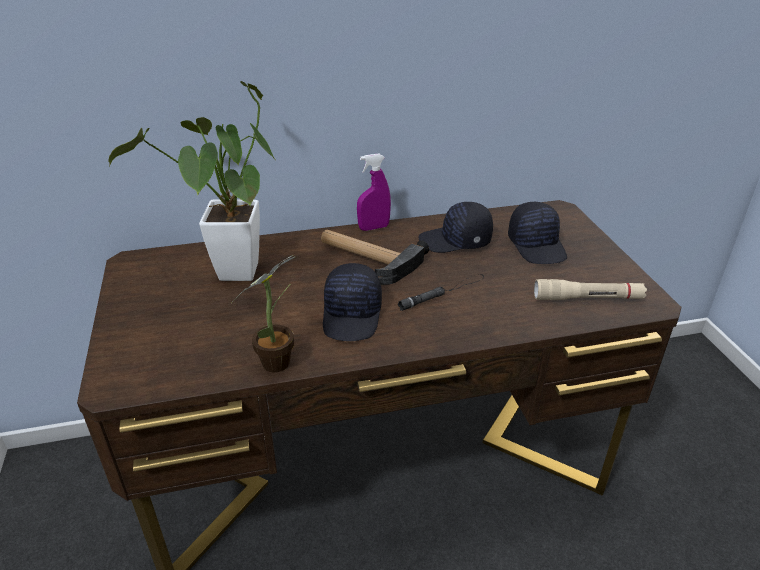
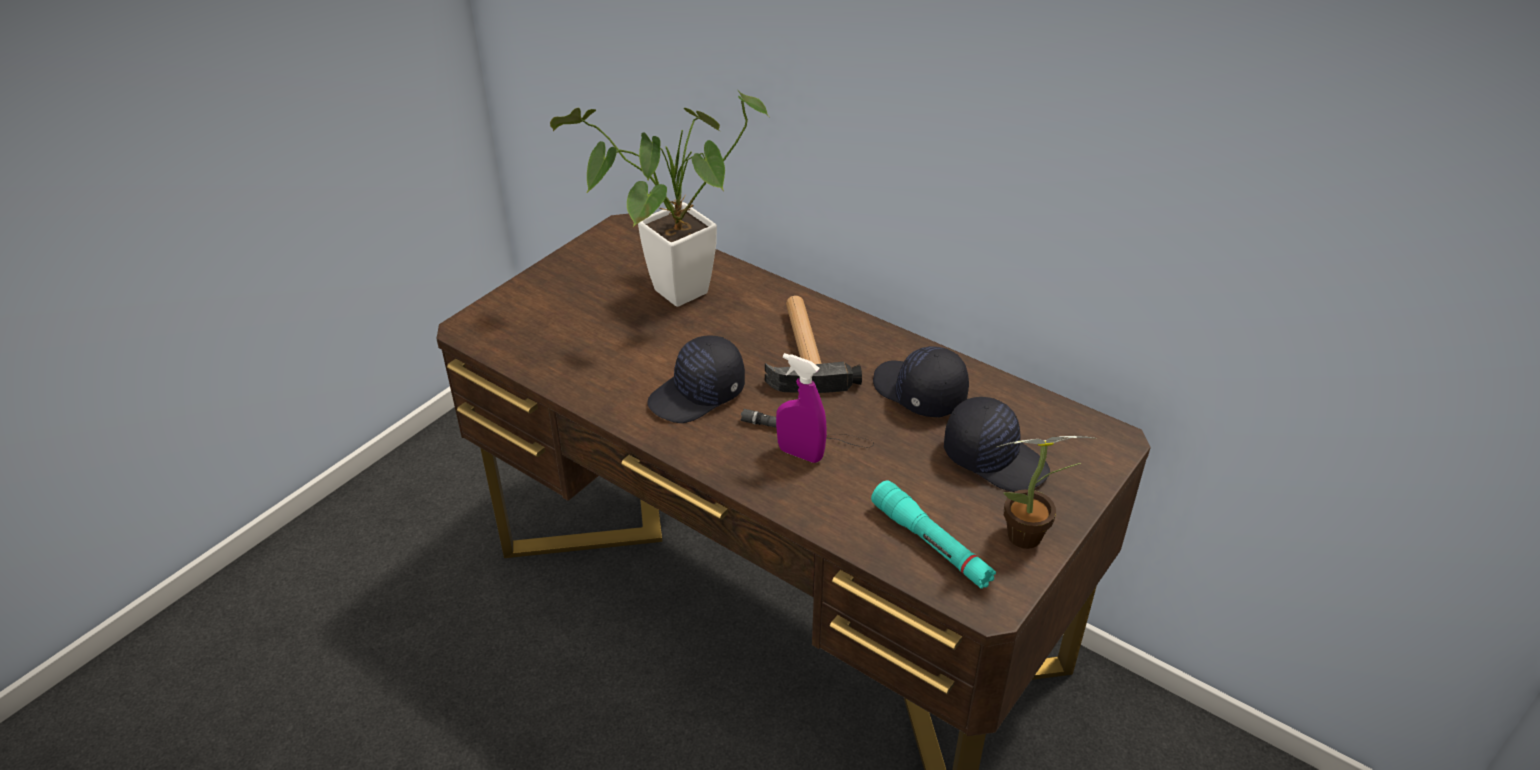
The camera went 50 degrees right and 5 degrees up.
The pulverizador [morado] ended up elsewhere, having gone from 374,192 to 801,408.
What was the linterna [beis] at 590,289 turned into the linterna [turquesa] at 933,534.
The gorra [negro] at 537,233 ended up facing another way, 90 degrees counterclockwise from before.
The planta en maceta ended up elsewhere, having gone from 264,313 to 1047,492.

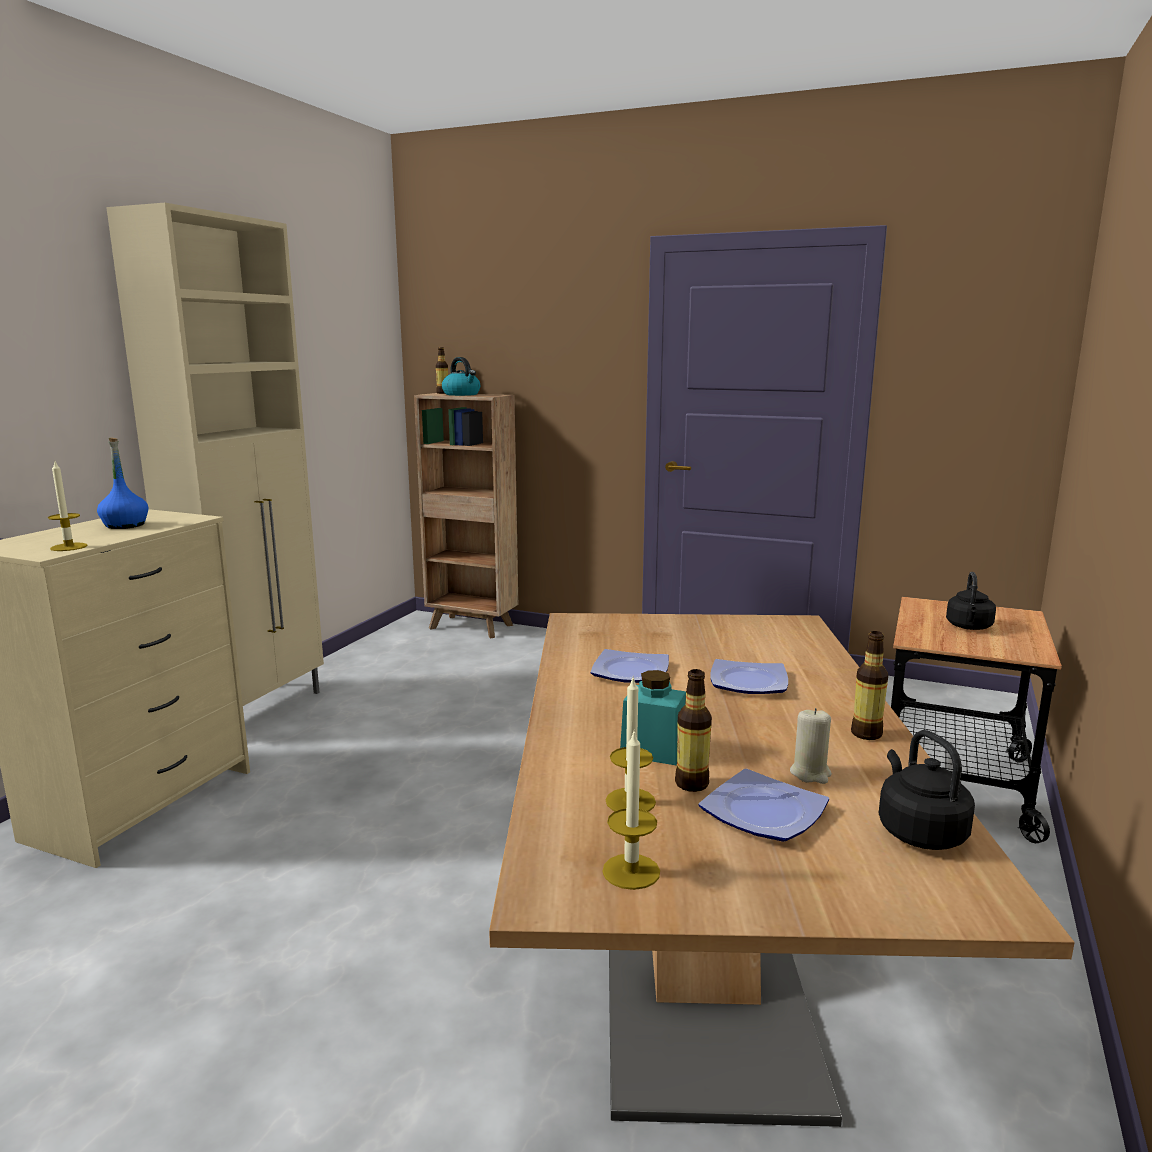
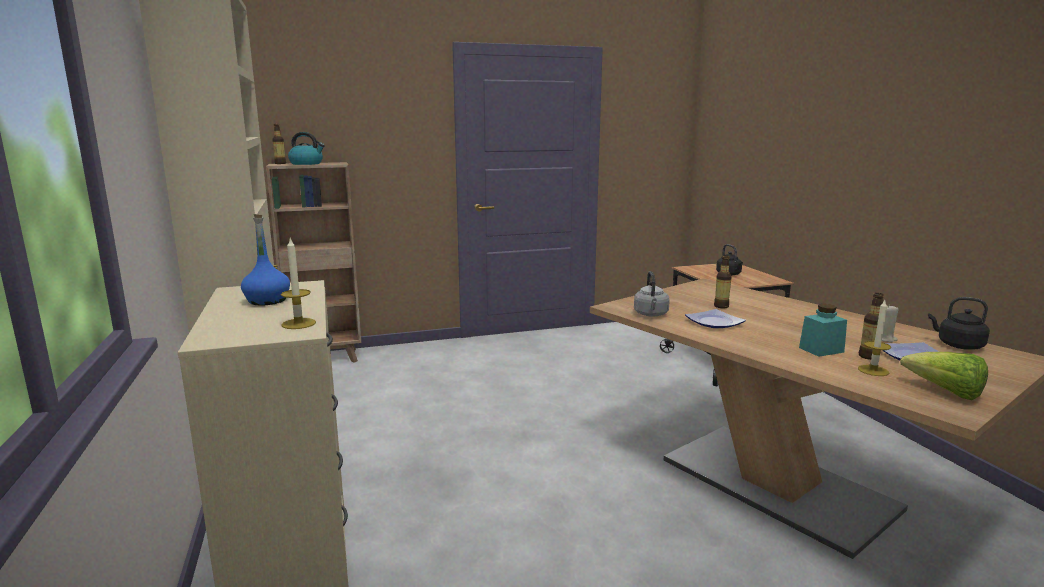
The camera went 40 degrees left and 0 degrees up.
The second view gained the hervidor [gris] at 652,294.
The botella ended up elsewhere, having gone from 869,685 to 723,281.
Where the vela stood at 631,810, the lechuga came to stand at 944,376.
The second view lost the plato at 749,676.

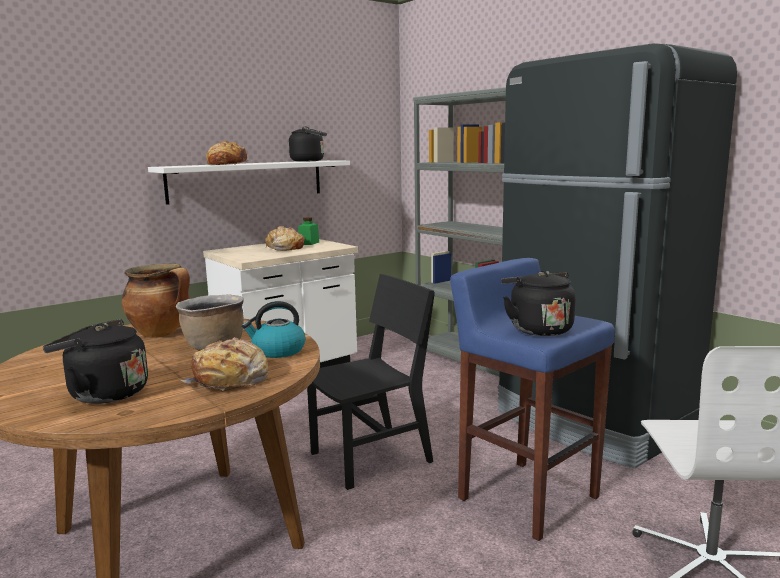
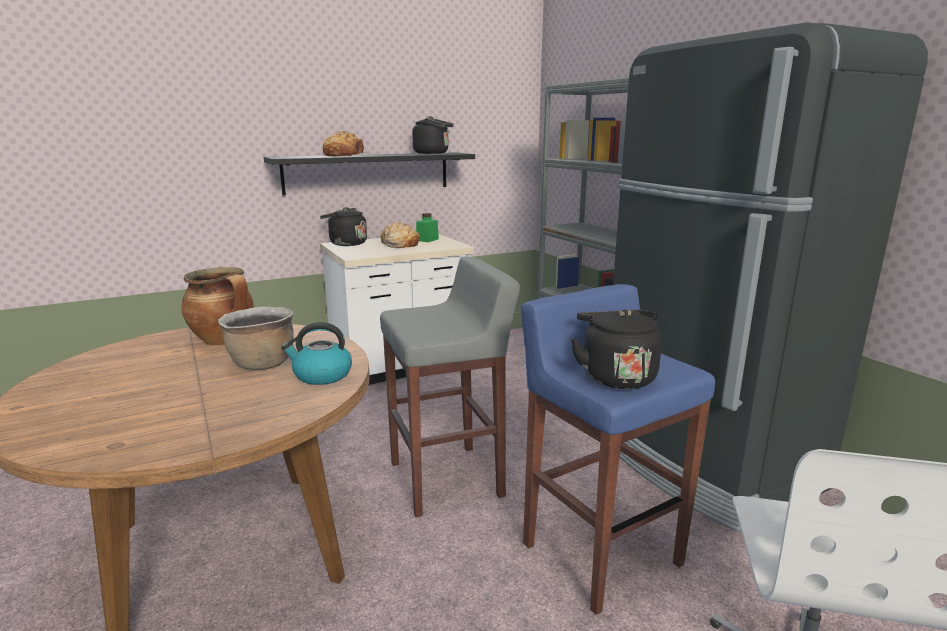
The camera went 10 degrees right and 5 degrees up.
What was the estante [blanco] at 249,182 turned into the estante [negro] at 369,173.
The hervidor [negro] ended up elsewhere, having gone from 95,361 to 343,226.
Where the silla [negro] stood at 371,382, the taburete [gris] came to stand at 450,387.
The second view lost the pan at 224,364.

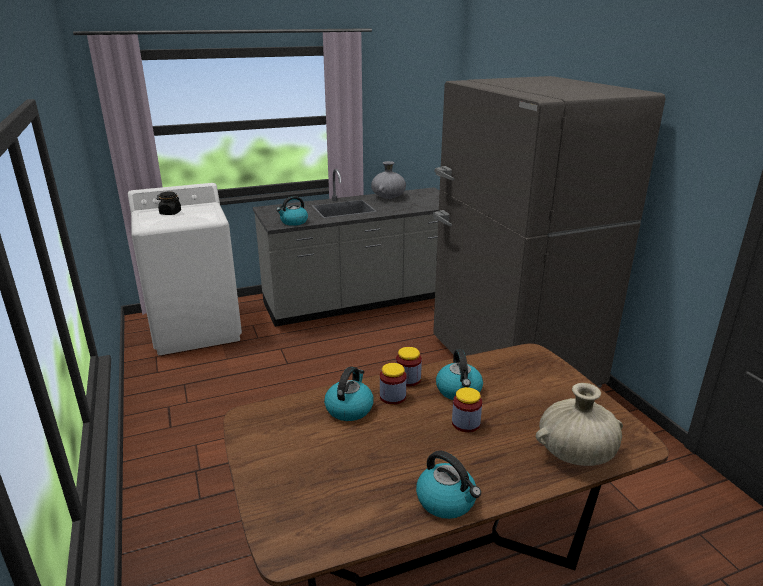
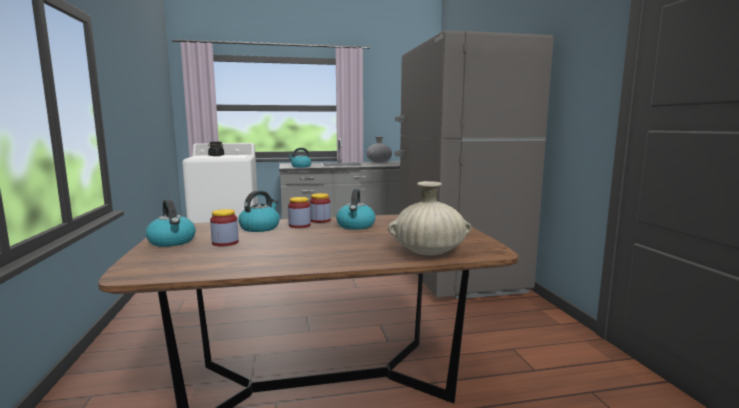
The camera went 10 degrees right and 15 degrees down.
The hervidor ended up elsewhere, having gone from 448,484 to 171,223.
The tarro ended up elsewhere, having gone from 467,409 to 224,227.

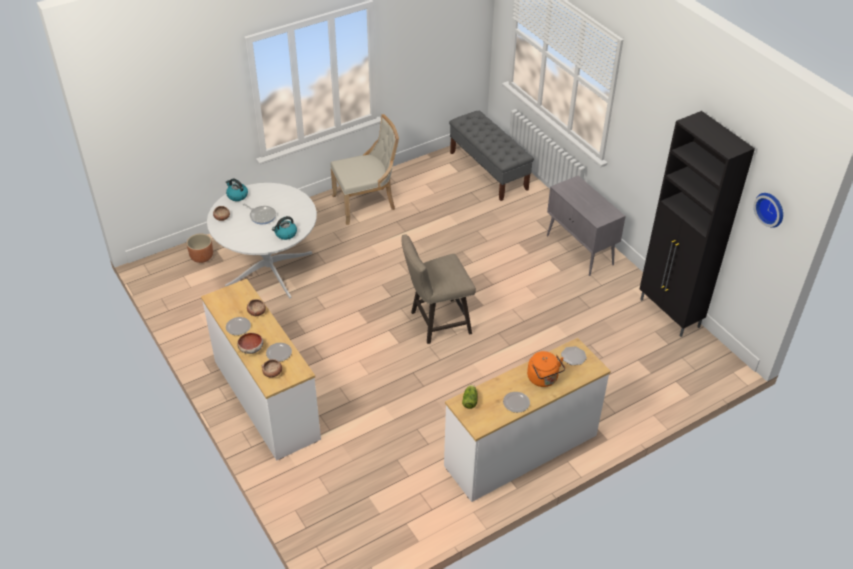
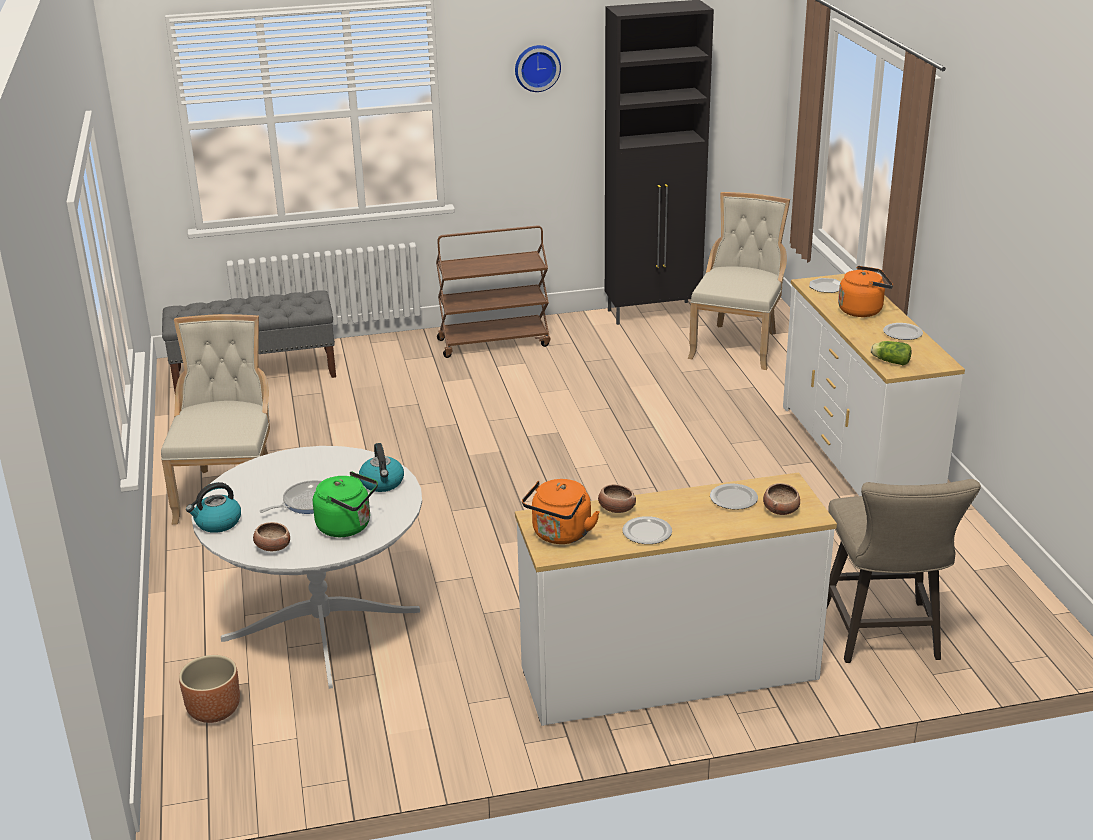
The camera went 70 degrees left and 15 degrees down.
The second view gained the hervidor [verde] at 345,504.
Where the armario [gris] stood at 586,226, the carrito [marrón] came to stand at 493,291.
The reloj de pared ended up elsewhere, having gone from 768,210 to 538,68.
The second view gained the hervidor [naranja] at 561,511.
The second view gained the silla [beis] at 739,281.
The taburete [beis] ended up elsewhere, having gone from 438,289 to 904,571.
The second view lost the cuenco at 250,343.

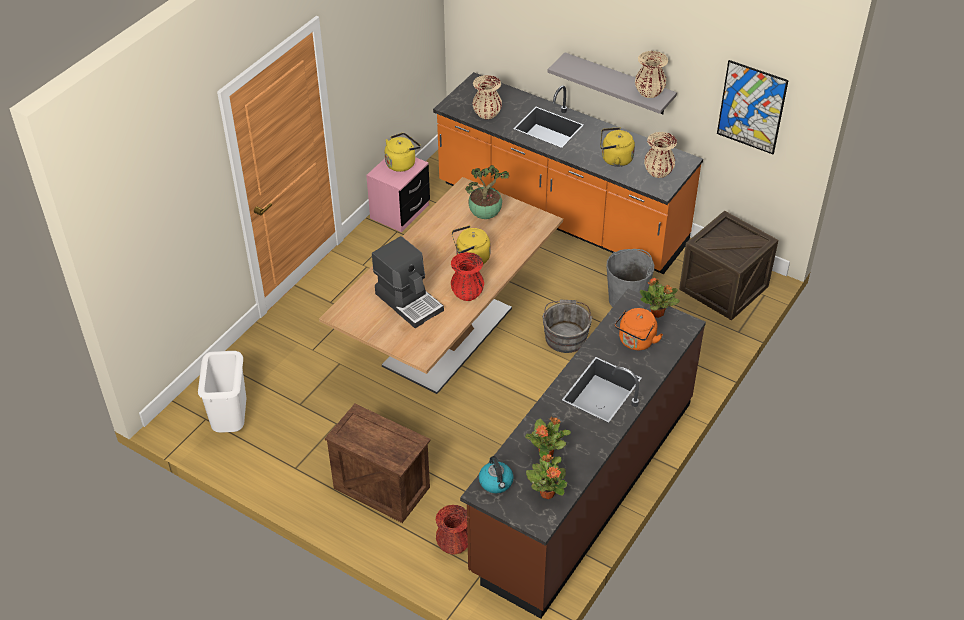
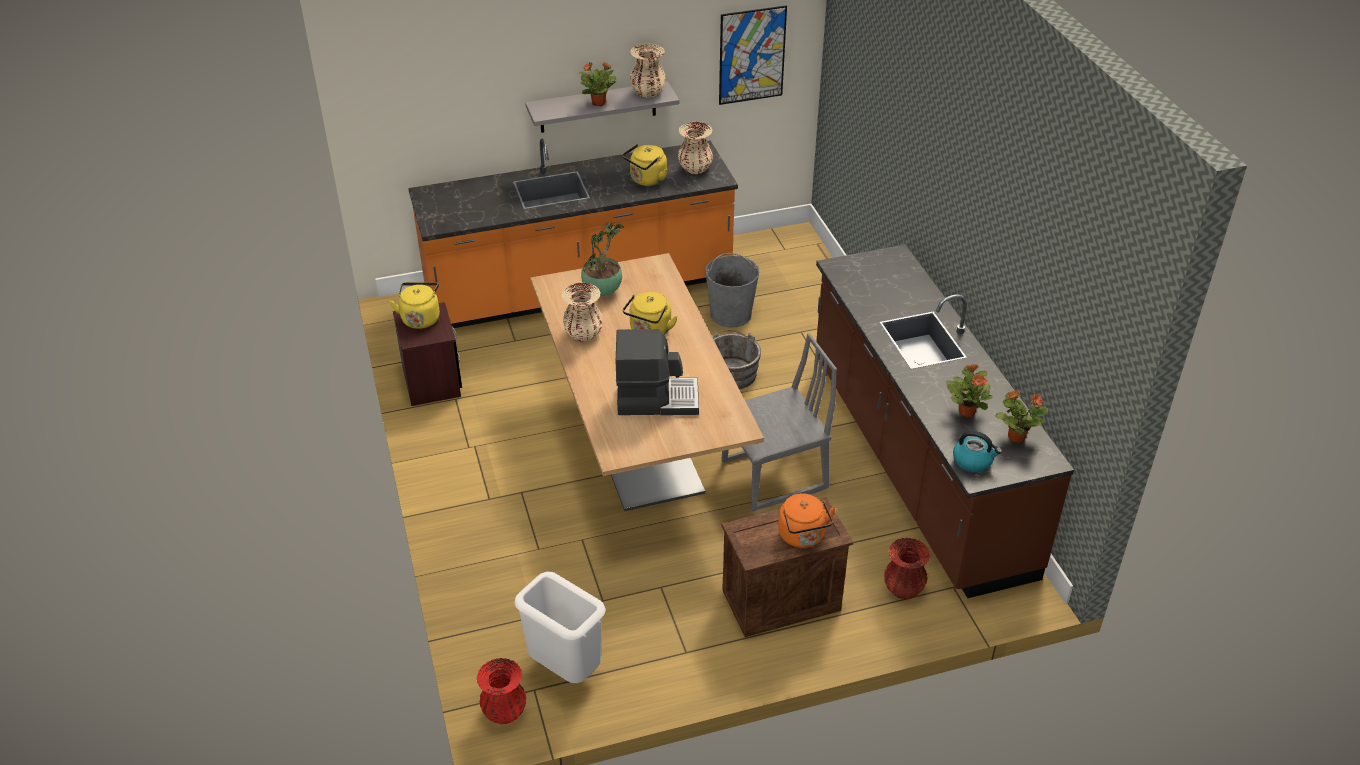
The camera went 50 degrees left and 5 degrees down.
What was the mesita de noche [rosa] at 398,194 turned into the mesita de noche [marrón] at 427,354.
The florero [rojo] ended up elsewhere, having gone from 467,276 to 501,691.
The florero [beis] ended up elsewhere, having gone from 487,97 to 582,312.
The planta en maceta ended up elsewhere, having gone from 660,298 to 598,83.
The second view gained the silla [gris] at 779,422.
The hervidor [naranja] ended up elsewhere, having gone from 639,329 to 807,520.
The second view lost the caja de embalaje at 729,265.

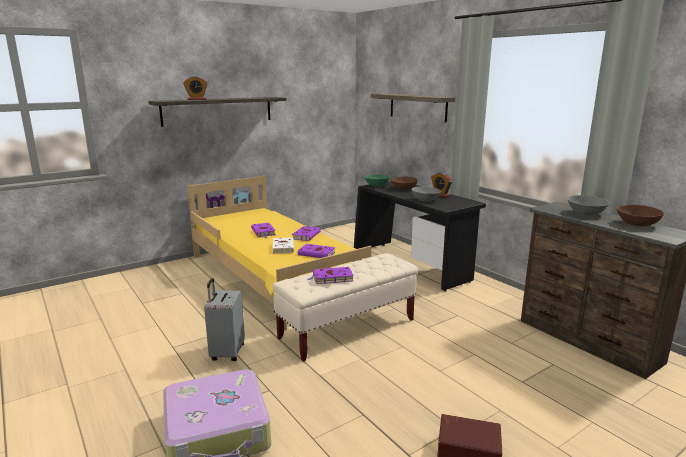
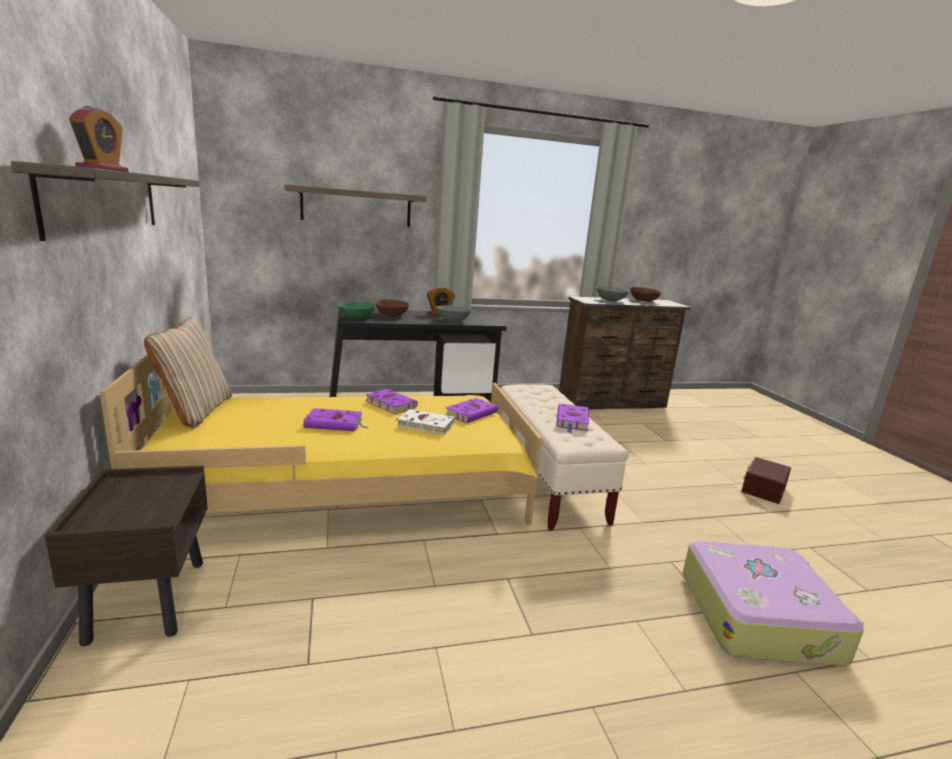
The camera went 70 degrees left and 0 degrees up.
The second view gained the mesita de noche [marrón] at 126,555.
The second view gained the cojín [beis] at 188,372.
The second view lost the maleta [gris] at 224,319.

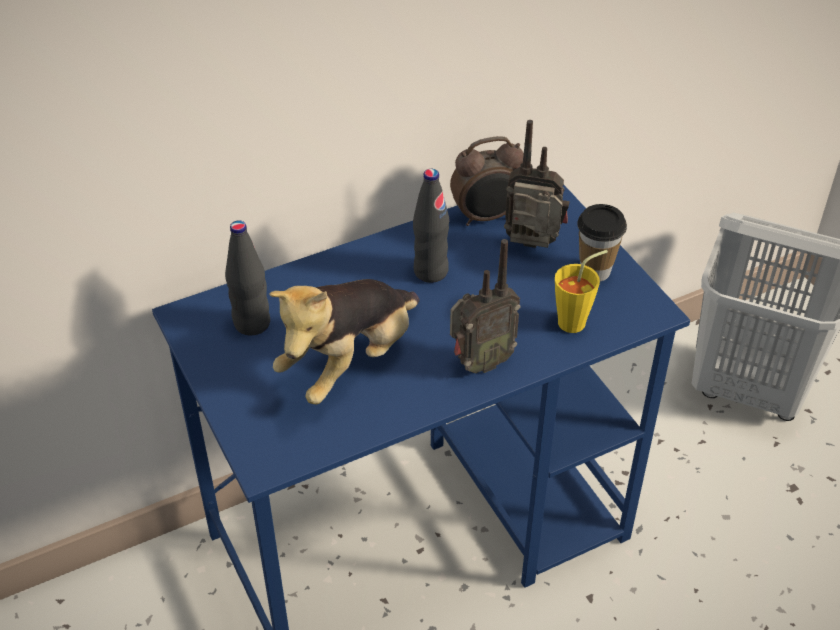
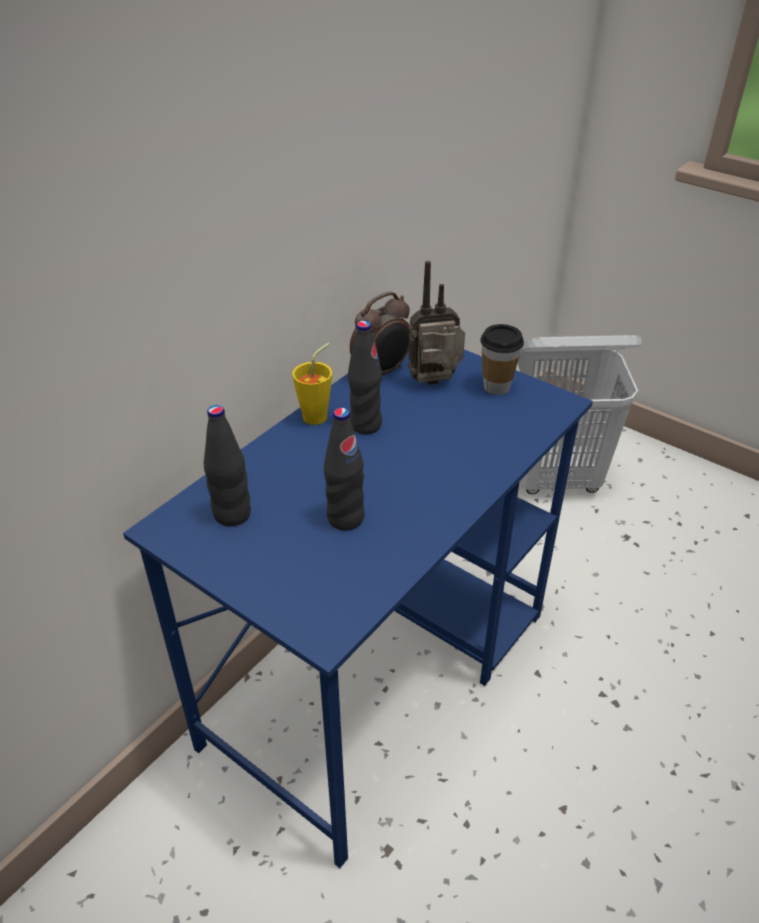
The camera went 25 degrees left and 5 degrees down.
The taza [amarillo] ended up elsewhere, having gone from 581,291 to 312,384.
Where the peluche stood at 344,341, the botella [negro] came to stand at 344,469.
The second view lost the radio at 485,306.

